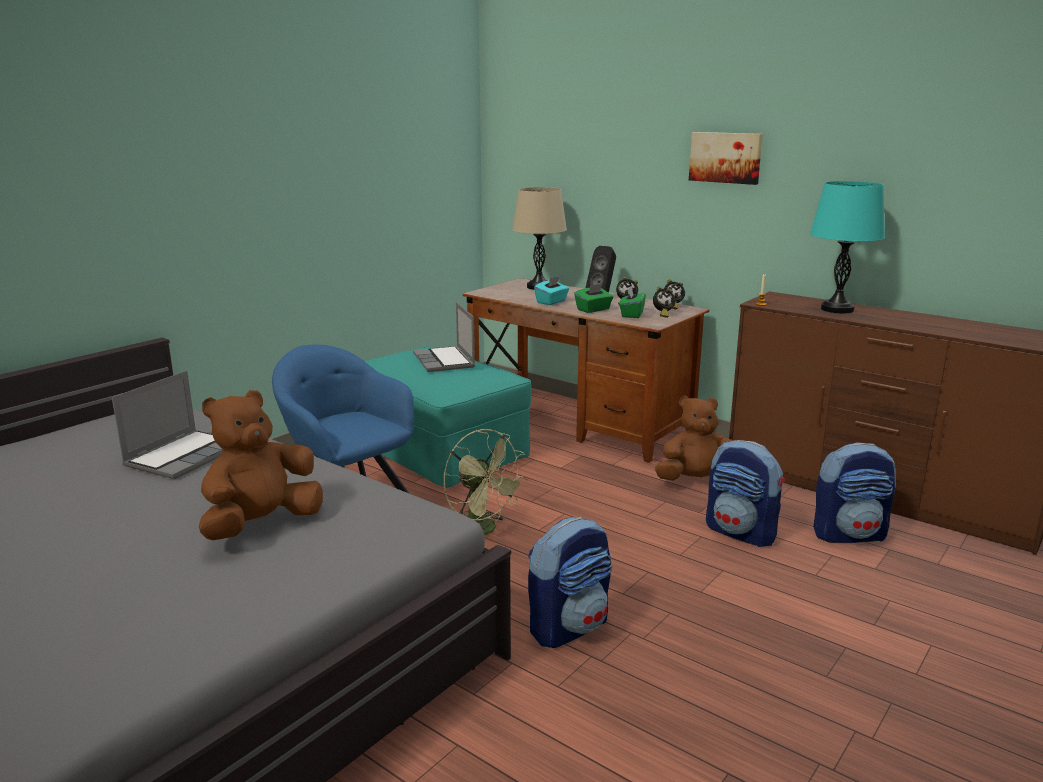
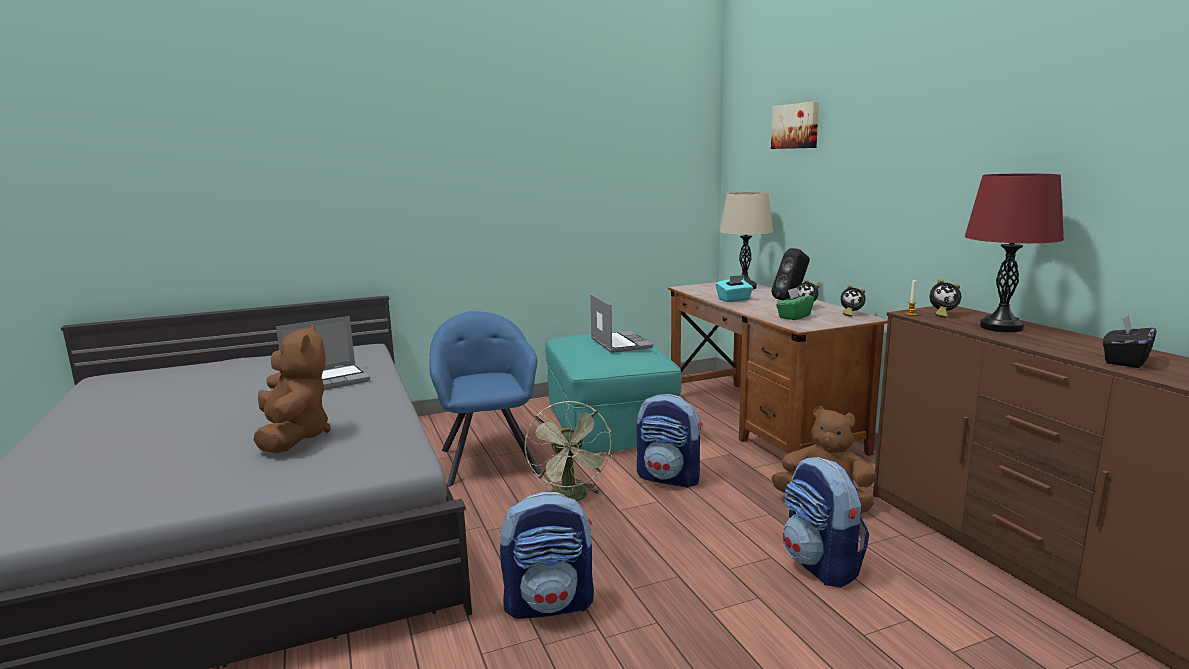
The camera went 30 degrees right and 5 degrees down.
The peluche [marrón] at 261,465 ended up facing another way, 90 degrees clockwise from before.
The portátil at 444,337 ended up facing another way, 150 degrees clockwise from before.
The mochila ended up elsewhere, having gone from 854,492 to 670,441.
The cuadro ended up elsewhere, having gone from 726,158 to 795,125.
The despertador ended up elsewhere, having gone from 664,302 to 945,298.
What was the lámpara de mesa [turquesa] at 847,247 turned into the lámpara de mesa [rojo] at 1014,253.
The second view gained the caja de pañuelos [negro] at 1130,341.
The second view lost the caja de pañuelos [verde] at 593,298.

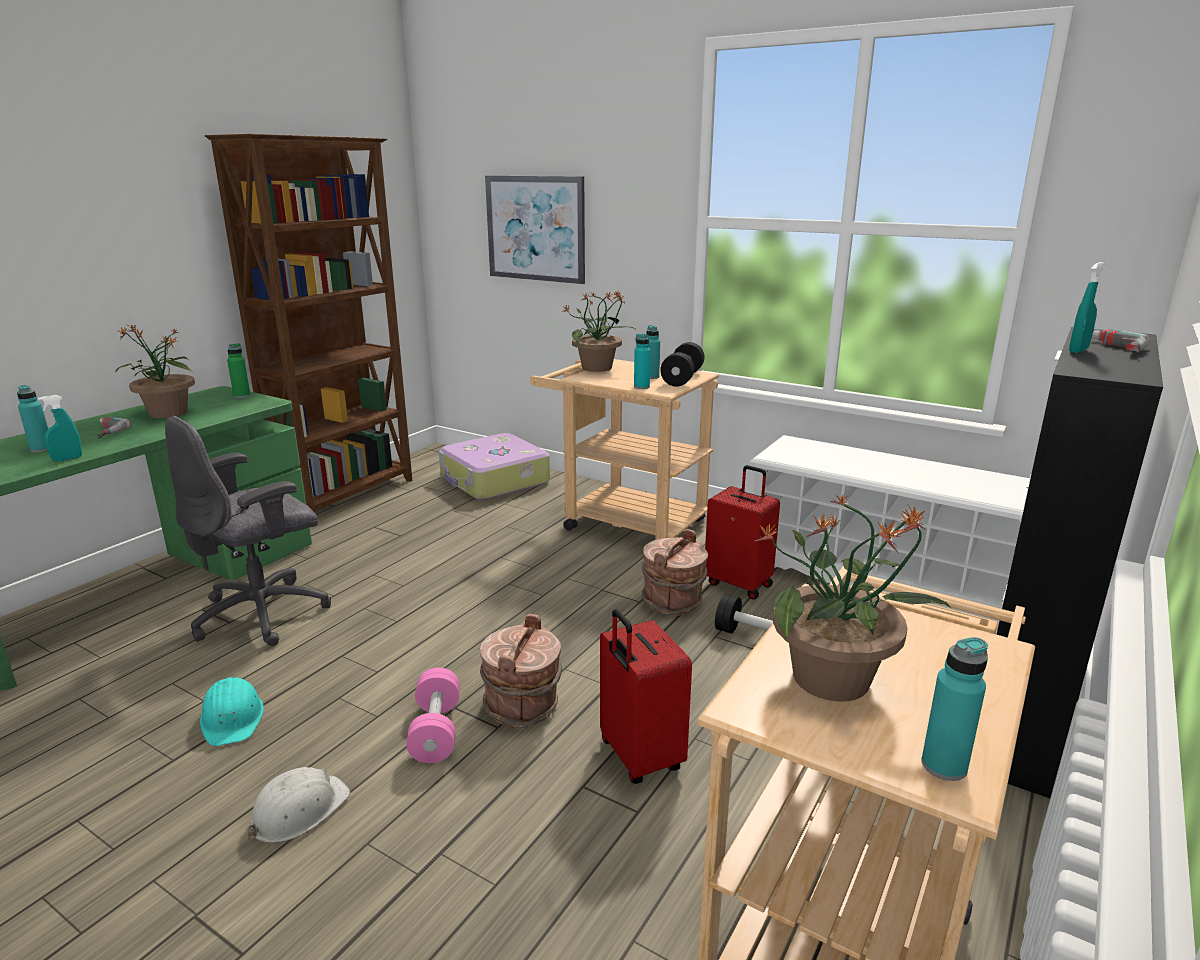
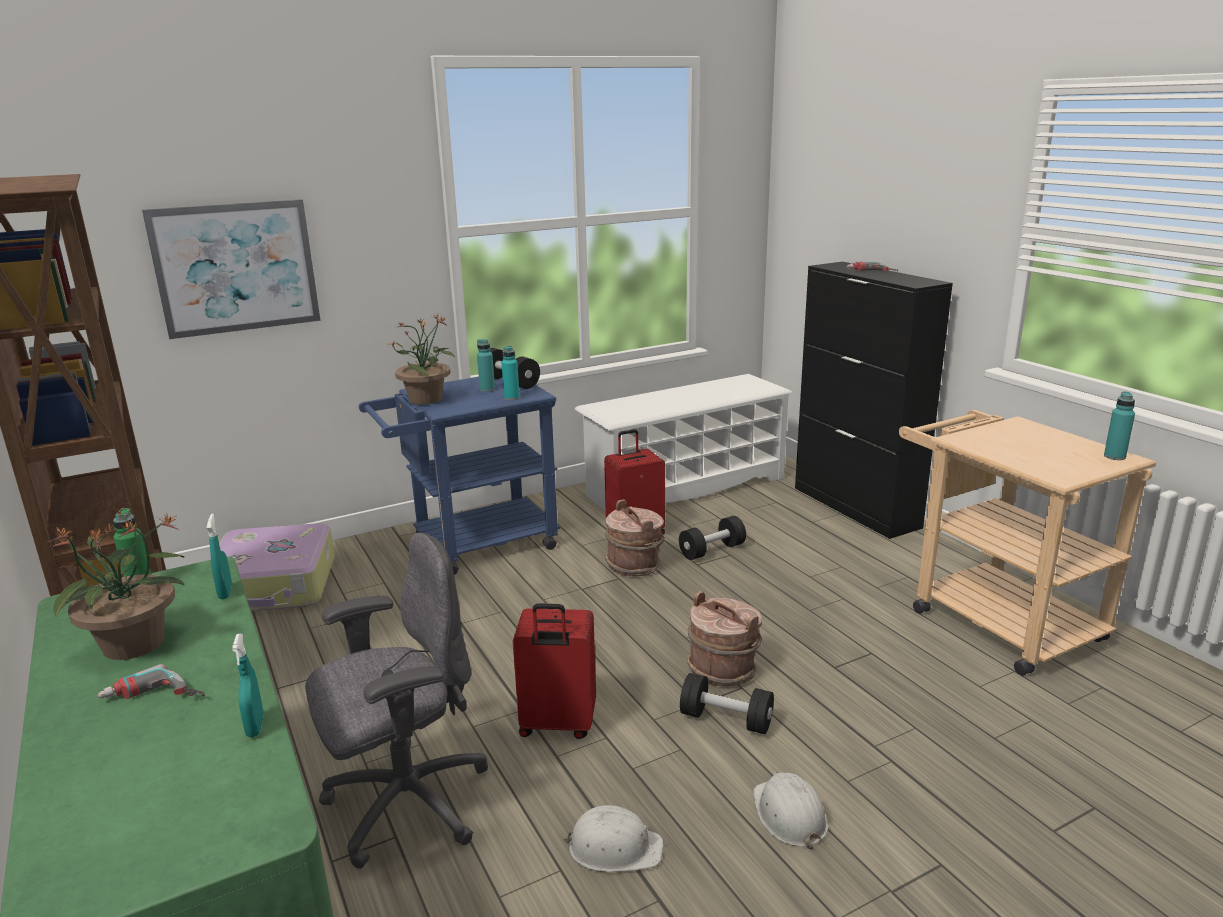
The camera went 60 degrees left and 0 degrees up.
The pulverizador [turquesa] ended up elsewhere, having gone from 1087,307 to 219,556.
The silla de oficina [gris] at 248,531 ended up facing another way, 105 degrees counterclockwise from before.
What was the carrito [beis] at 624,449 turned into the carrito [azul] at 459,476.
The maleta [rojo] ended up elsewhere, having gone from 646,696 to 554,671.
What was the casco [turquesa] at 232,711 turned into the casco [blanco] at 612,838.
What was the mancuerna [rosa] at 433,715 turned into the mancuerna [negro] at 727,703.
The second view lost the botella [turquesa] at 32,418.
The second view lost the planta en maceta at 853,598.

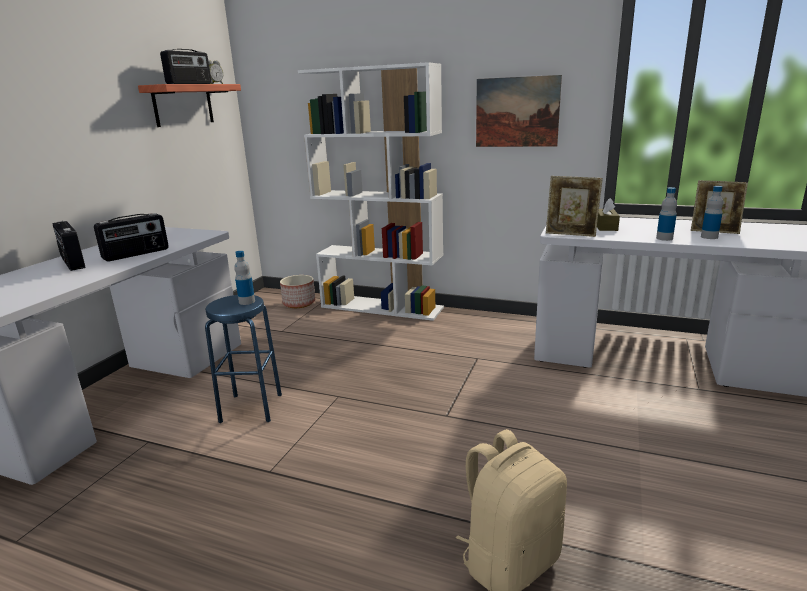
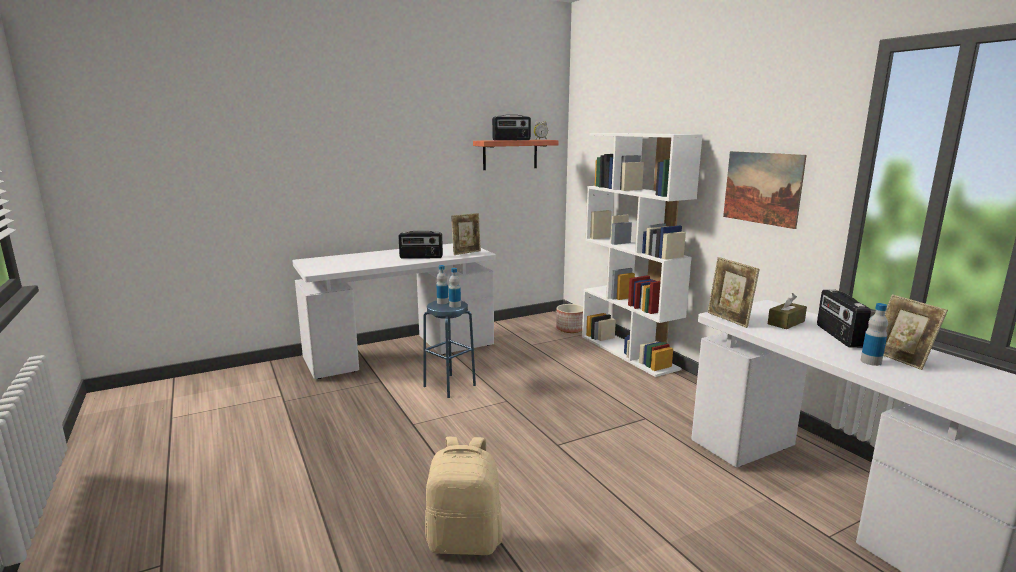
The camera went 40 degrees right and 5 degrees down.
The botella ended up elsewhere, having gone from 666,214 to 442,284.
The second view gained the portarretratos at 466,234.
The radio ended up elsewhere, having gone from 69,246 to 844,318.

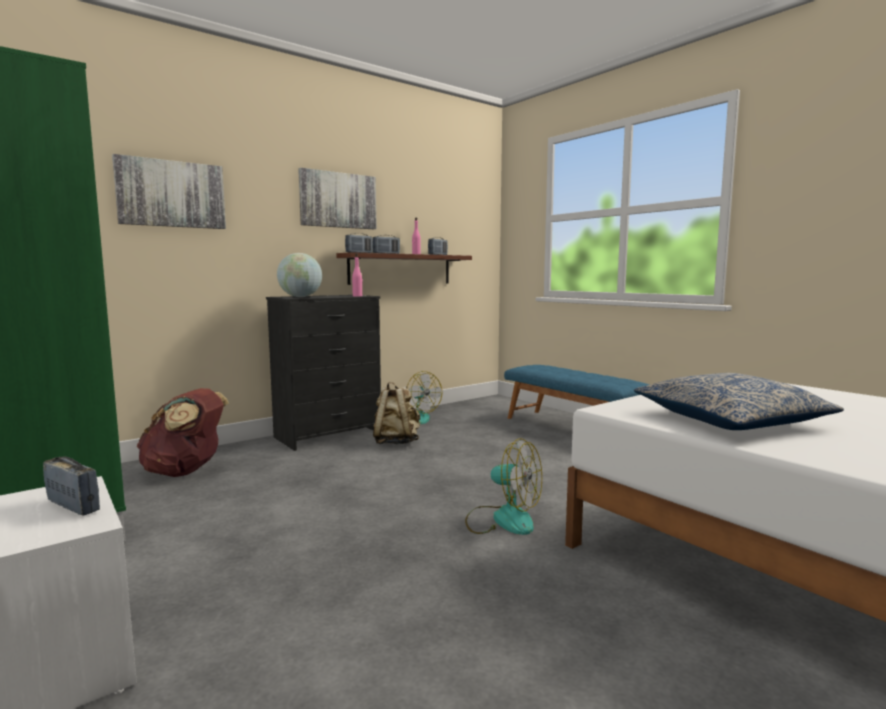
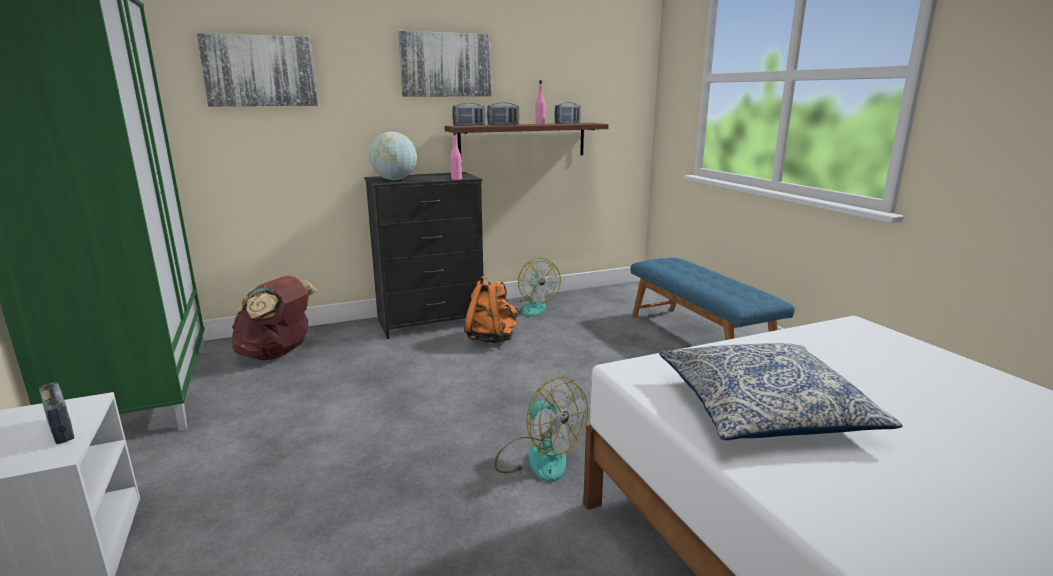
The camera went 15 degrees right and 10 degrees up.
What was the mochila [beis] at 396,413 turned into the mochila [naranja] at 491,309.

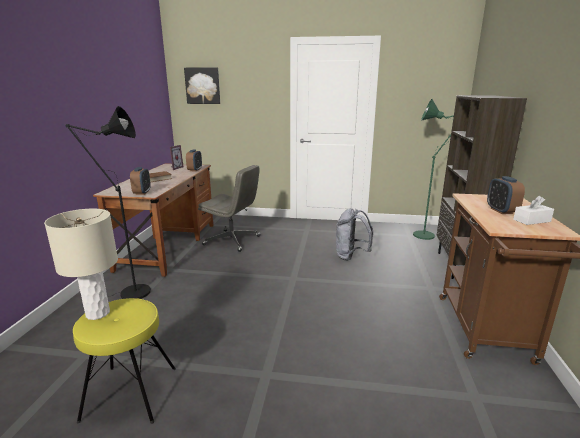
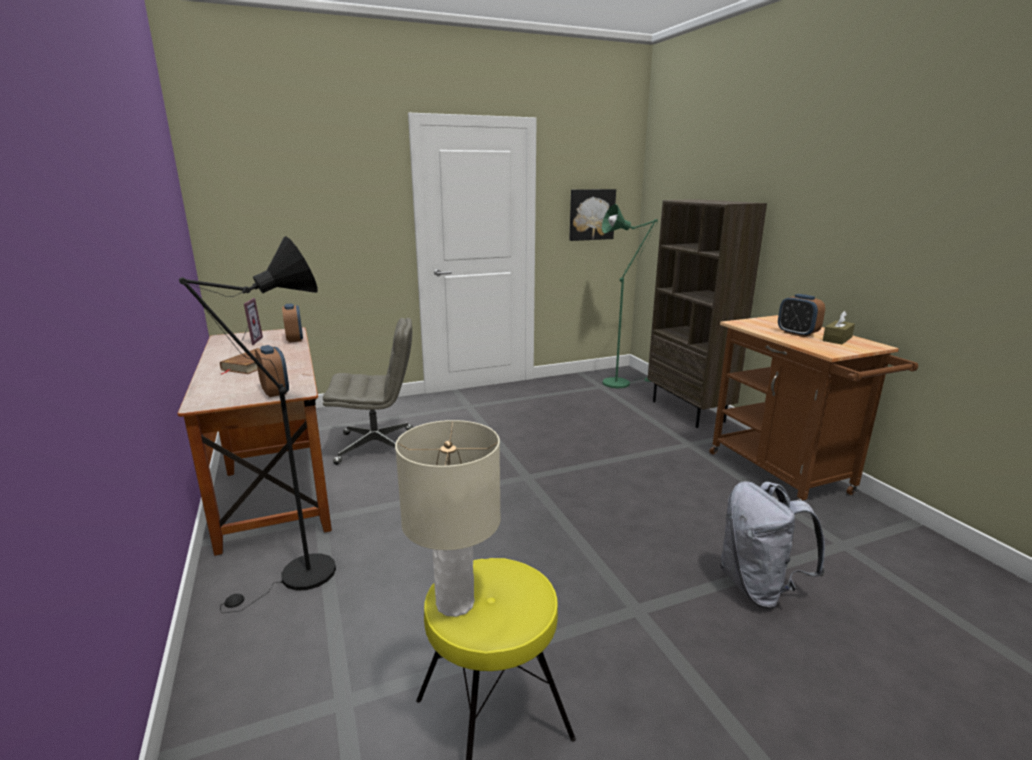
The camera went 30 degrees left and 0 degrees up.
The cuadro ended up elsewhere, having gone from 202,85 to 592,215.
The mochila [gris] ended up elsewhere, having gone from 354,235 to 772,545.
What was the caja de pañuelos [blanco] at 533,210 turned into the caja de pañuelos [marrón] at 839,327.

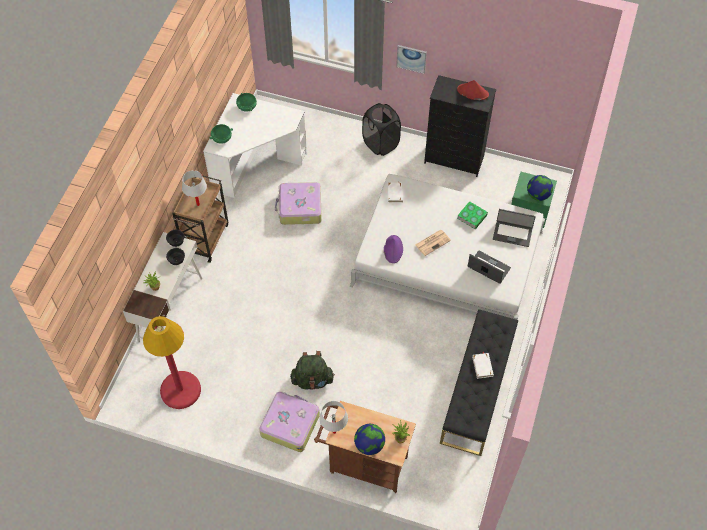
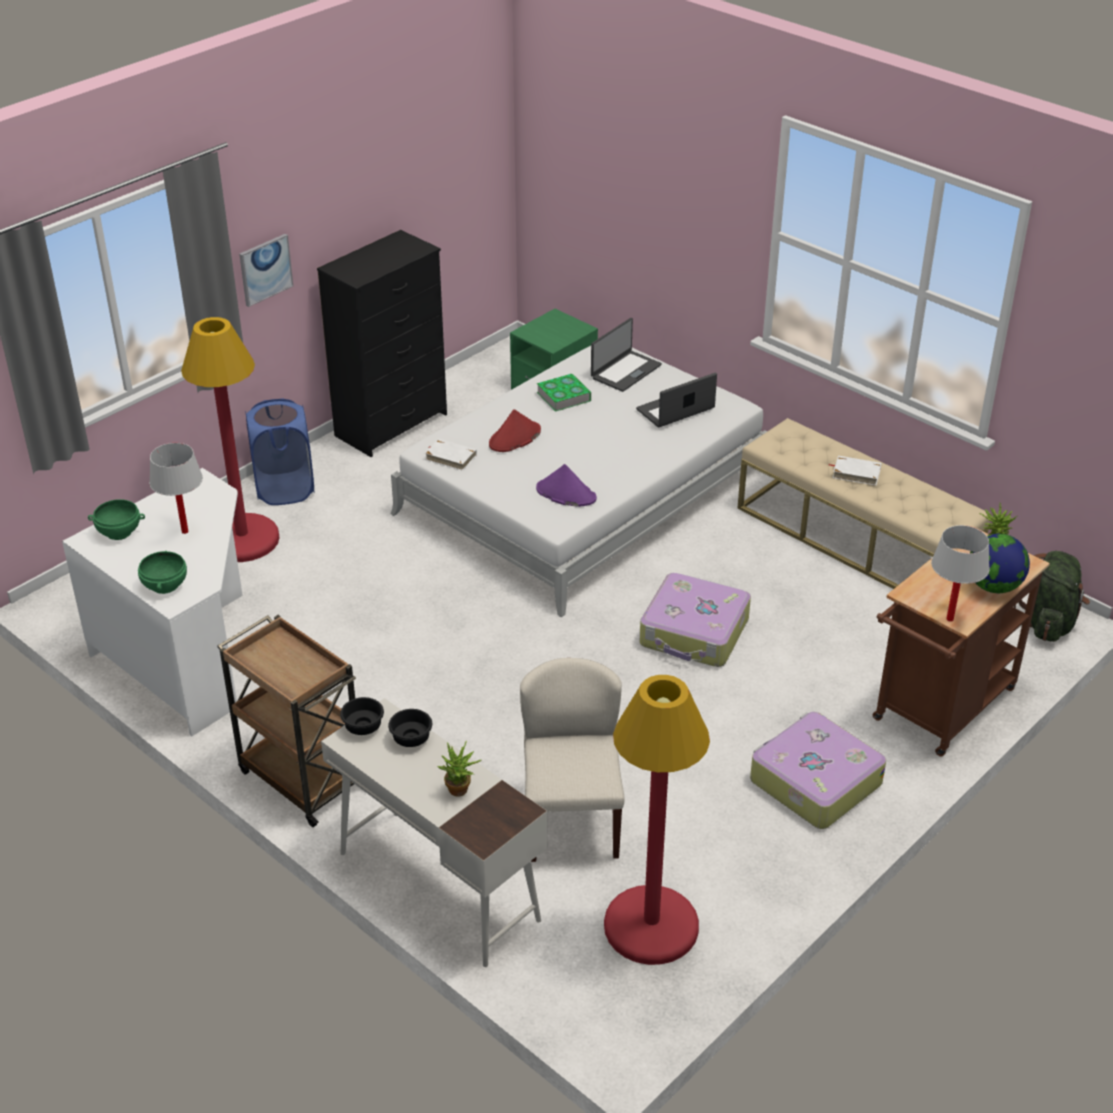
The camera went 65 degrees left and 20 degrees down.
The lámpara de mesa [blanco] ended up elsewhere, having gone from 194,188 to 176,488.
The second view gained the lámpara de pie [rojo] at 230,439.
What was the cesto de la ropa [negro] at 381,129 turned into the cesto de la ropa [azul] at 280,451.
The sombrero [rojo] ended up elsewhere, having gone from 473,90 to 515,430.
The second view gained the silla [beis] at 572,760.
The maleta ended up elsewhere, having gone from 298,203 to 695,620.
What was the banco [negro] at 479,382 turned into the banco [beis] at 864,503.
The mochila [verde] ended up elsewhere, having gone from 312,370 to 1052,596.
The second view lost the periódico at 433,243.
The second view lost the globo terráqueo at 540,188.

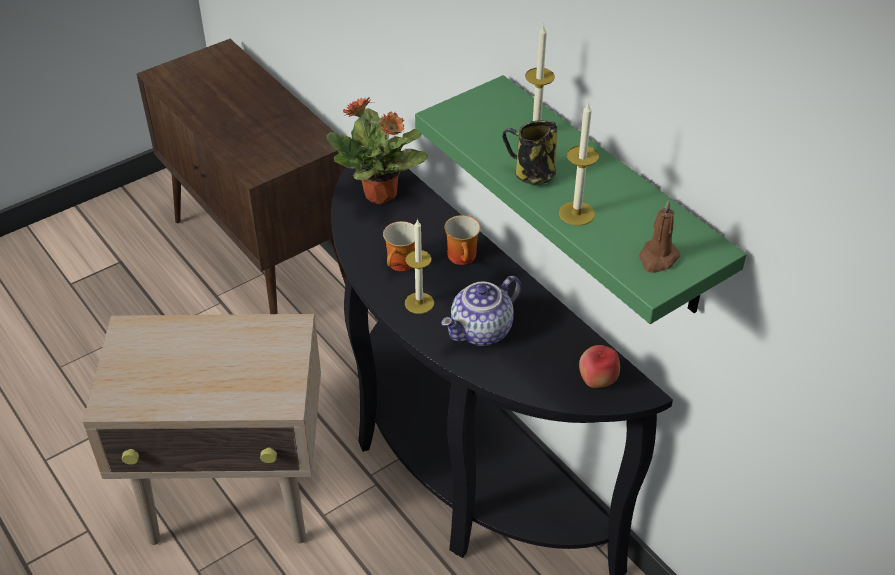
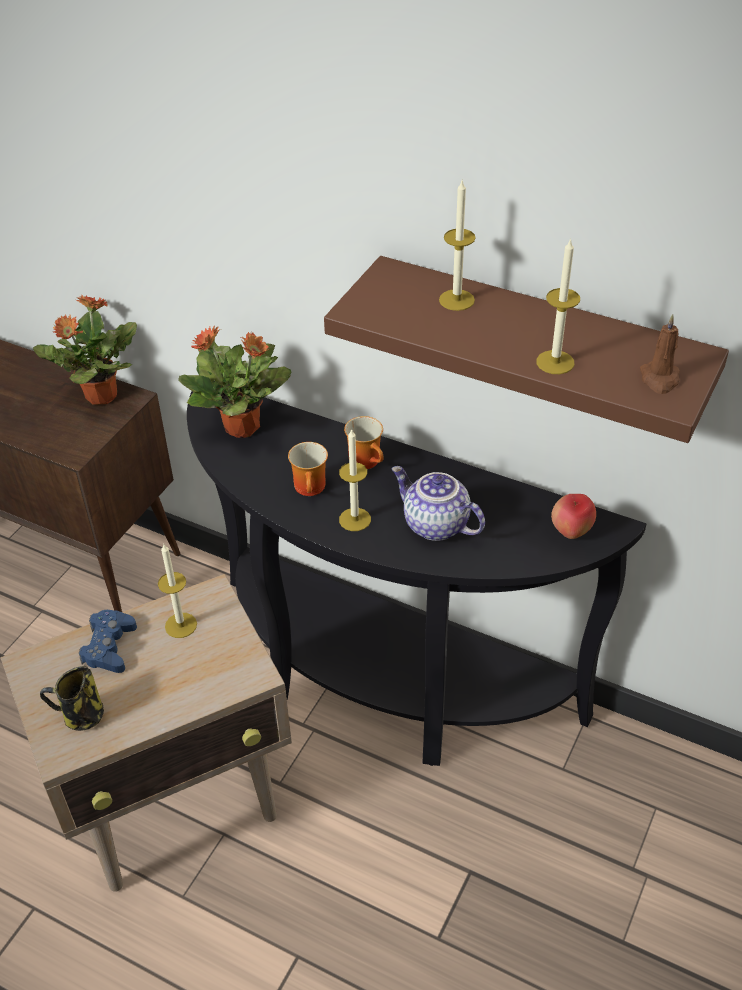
The camera went 25 degrees left and 0 degrees up.
The second view gained the planta en maceta at 85,350.
The taza grande ended up elsewhere, having gone from 529,152 to 72,698.
The second view gained the mando de consola [azul] at 108,641.
The second view gained the vela at 177,591.
What was the estante [verde] at 580,199 turned into the estante [marrón] at 526,349.
The tetera at 481,311 ended up facing another way, 105 degrees clockwise from before.

